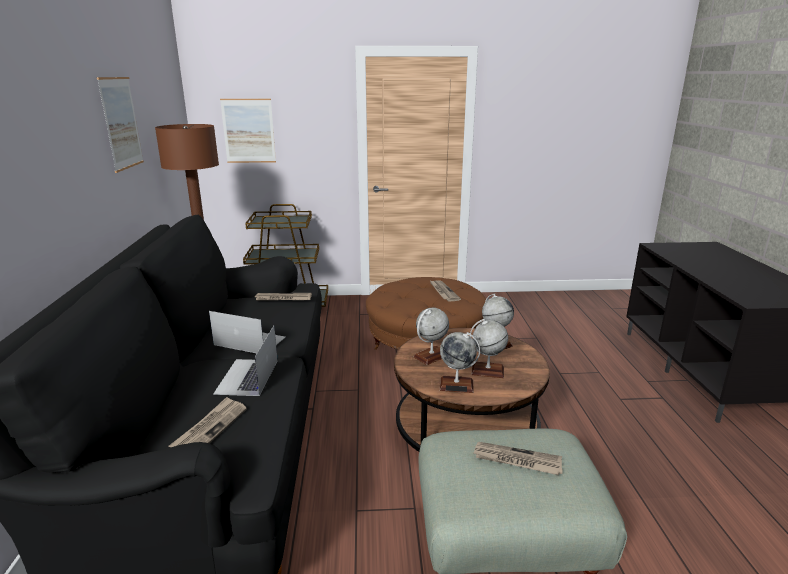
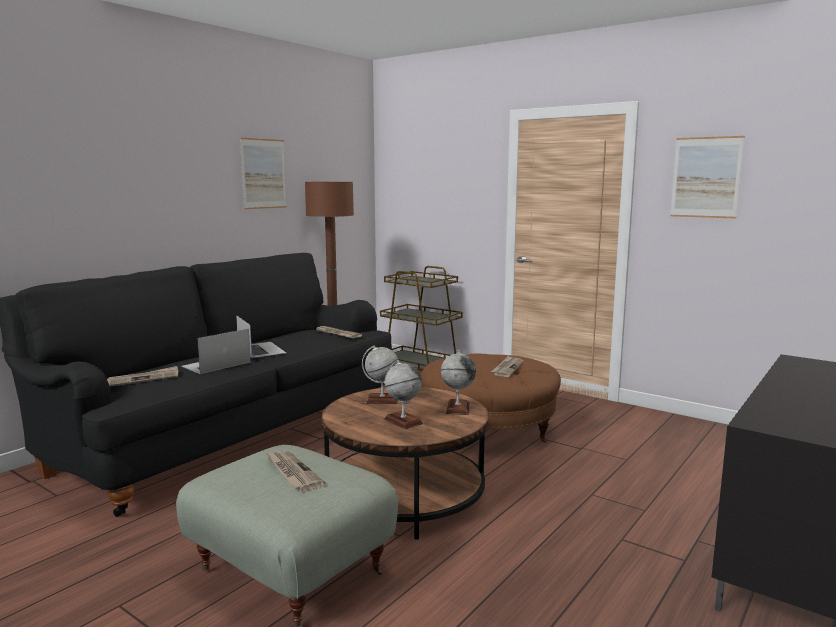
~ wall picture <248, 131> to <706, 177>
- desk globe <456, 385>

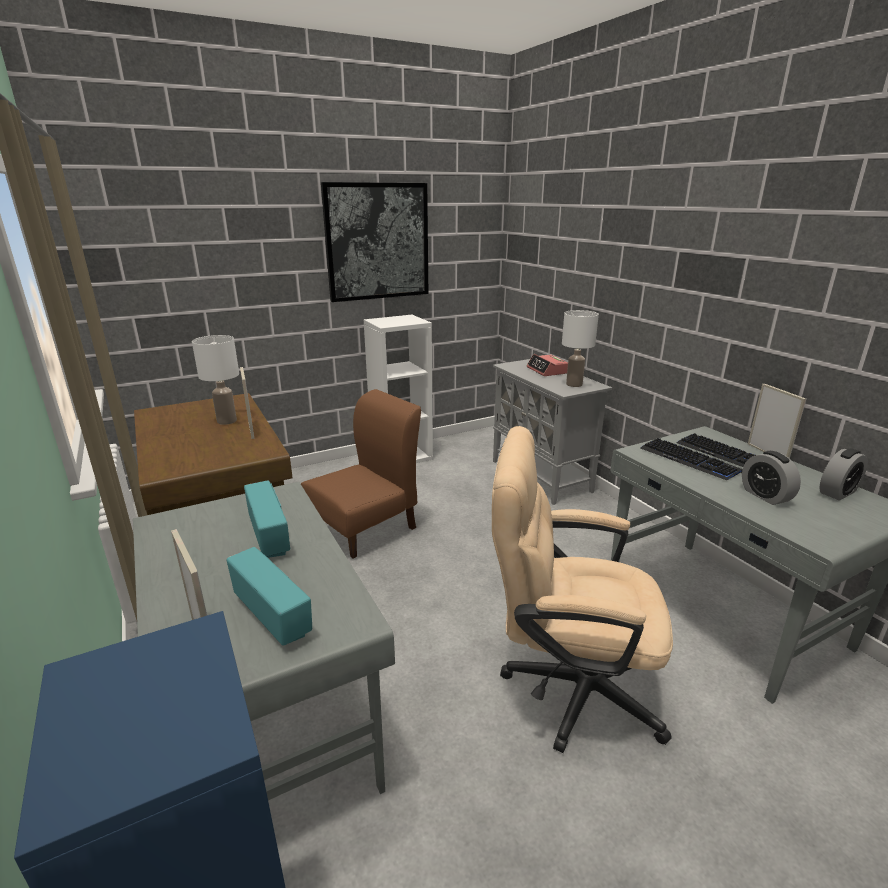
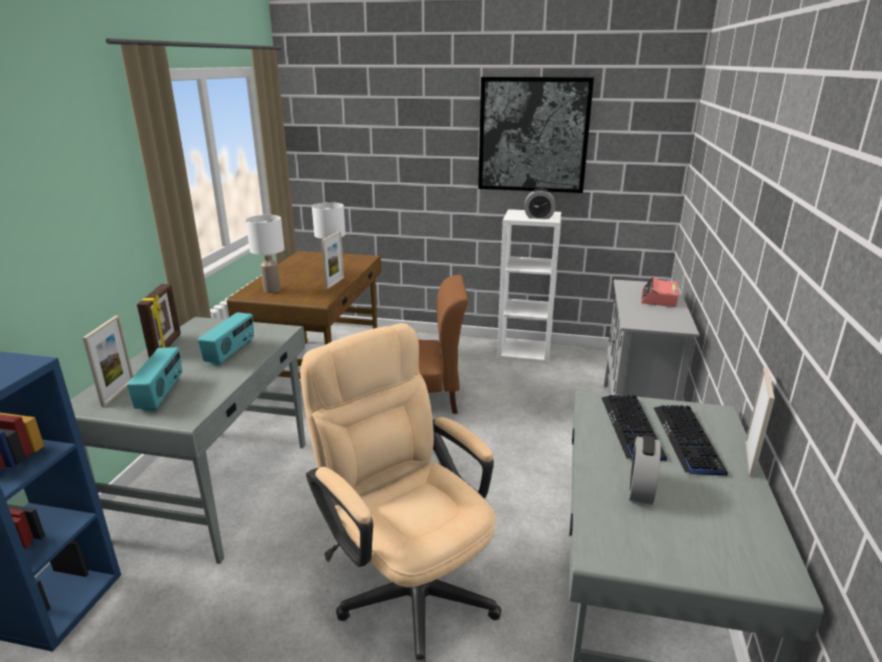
~ tabletop lamp (whitish) <574, 384> to <271, 290>
~ table clock <837, 492> to <539, 217>
+ photo frame <166, 346>

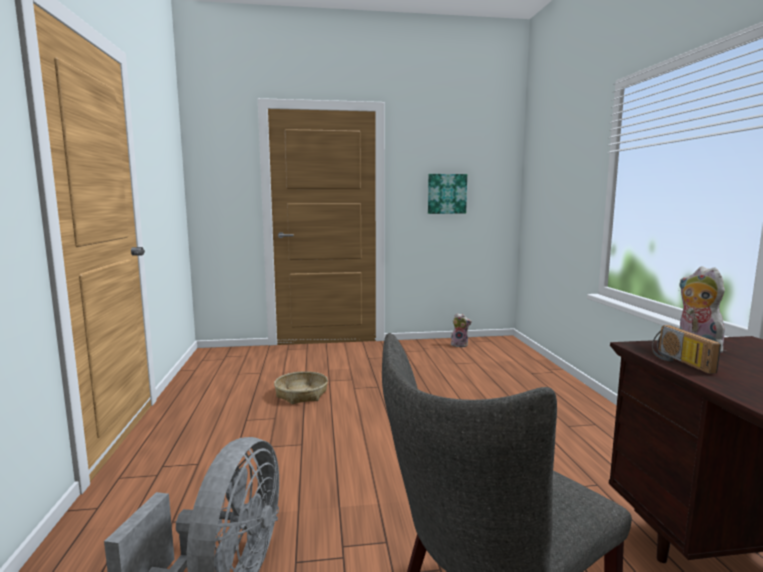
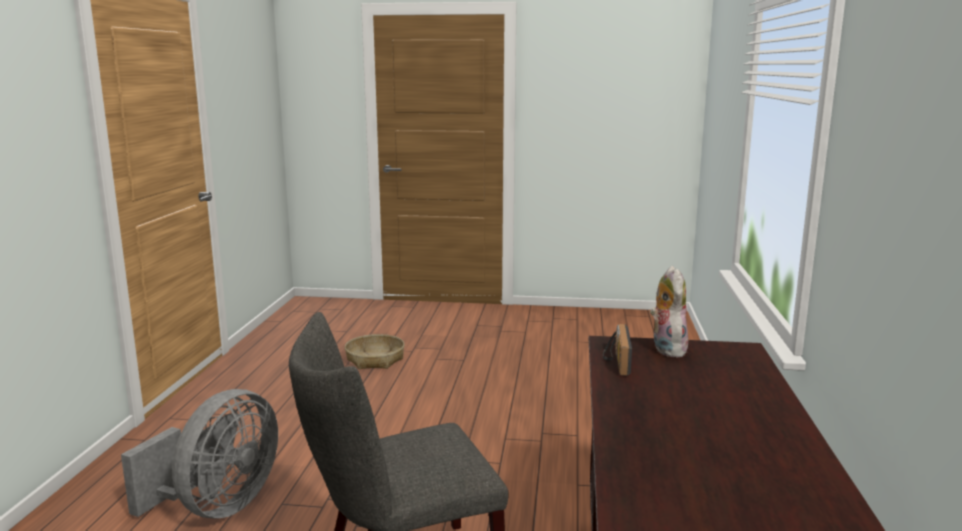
- wall picture <446, 194>
- cuddly toy <460, 345>

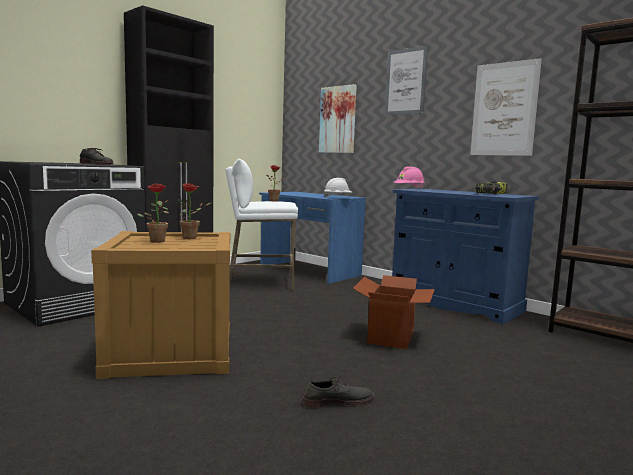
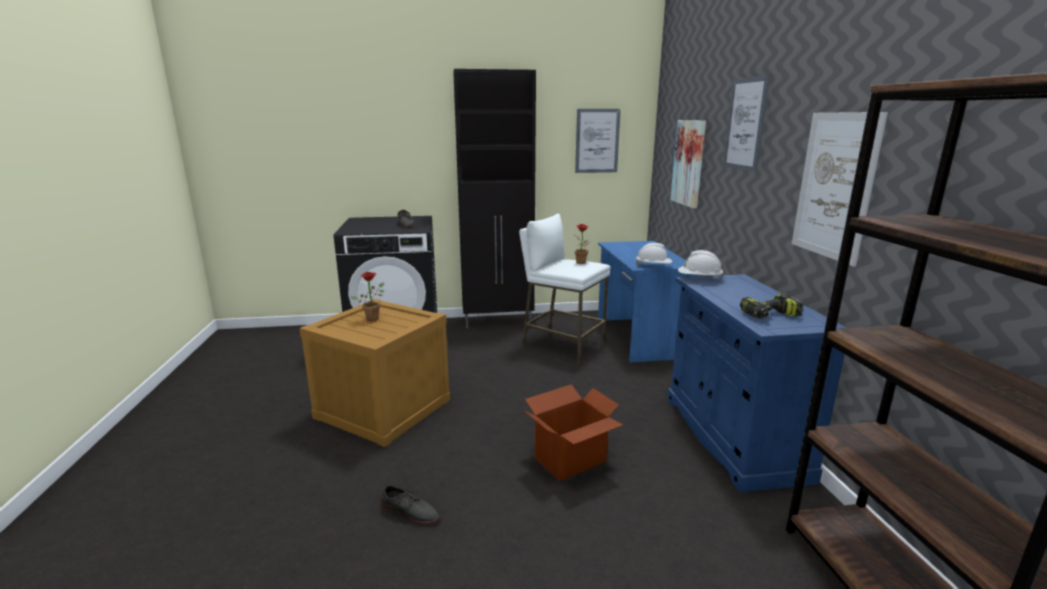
~ work helmet (pink-coloured) <409, 189> to work helmet (whitish) <699, 279>
- houseplant <193, 238>
+ wall picture <597, 141>

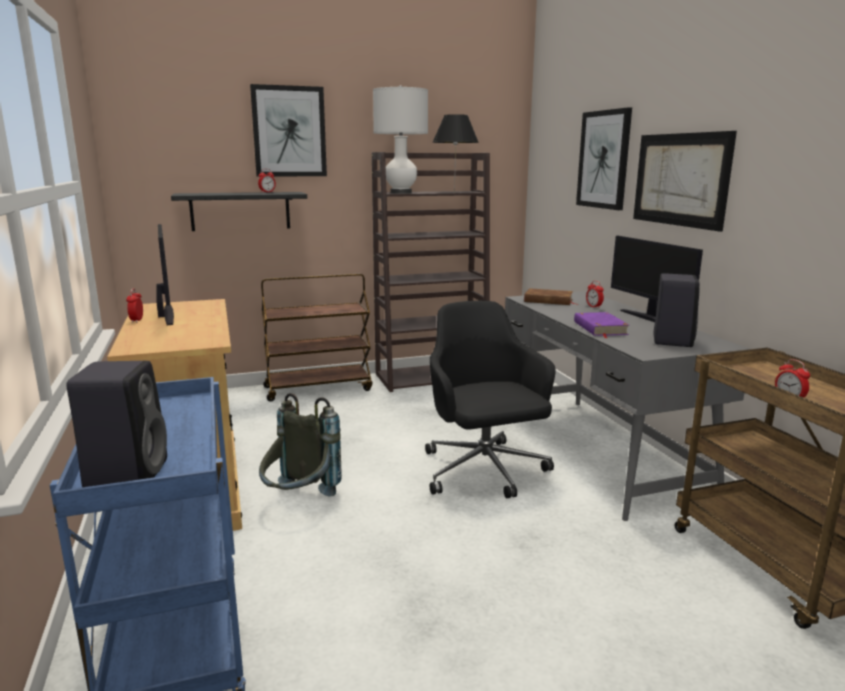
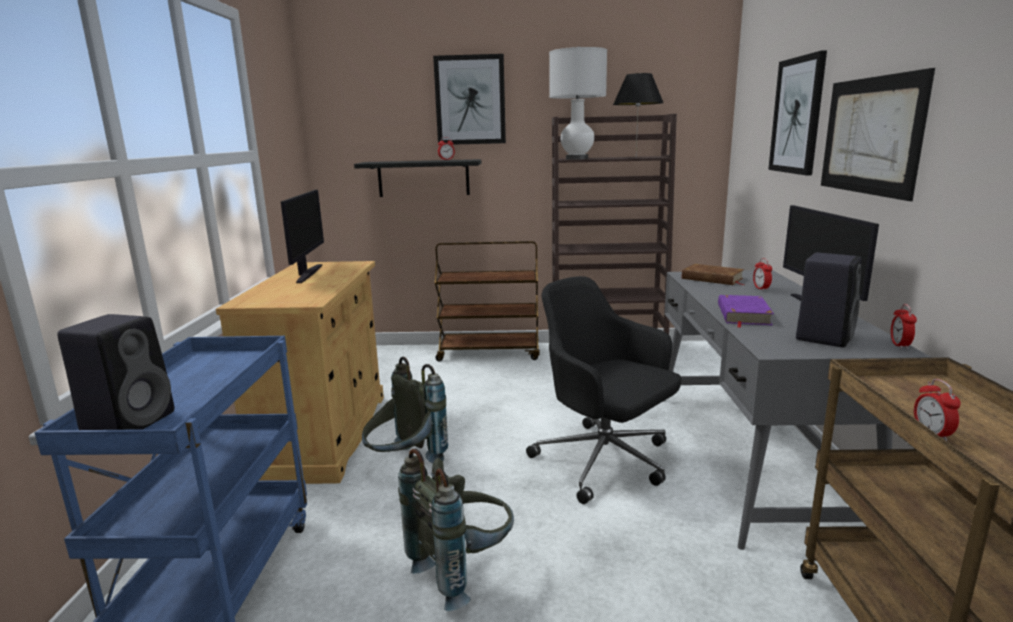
~ table clock <136, 320> to <899, 345>
~ computer chair (black) <484, 471> = <605, 461> 45 degrees counterclockwise
+ backpack (greyish) <463, 570>

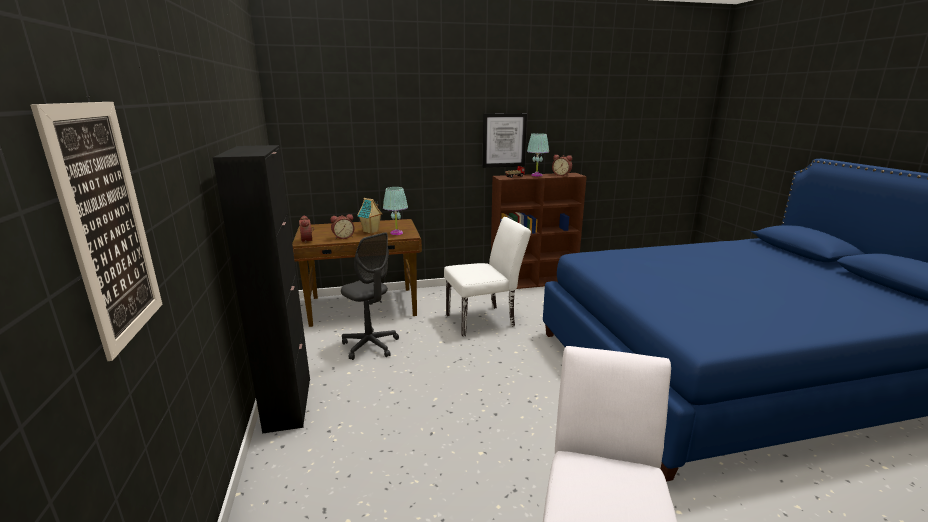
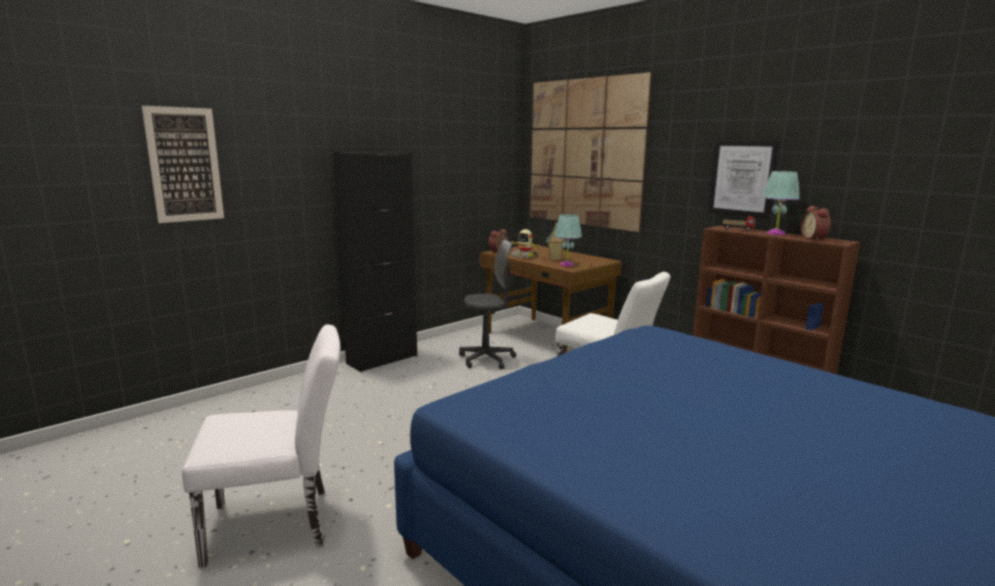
~ table clock <343, 237> to toy robot <524, 256>
~ computer chair (greyish) <370, 346> = <487, 359> 120 degrees counterclockwise
+ wall picture <584, 153>

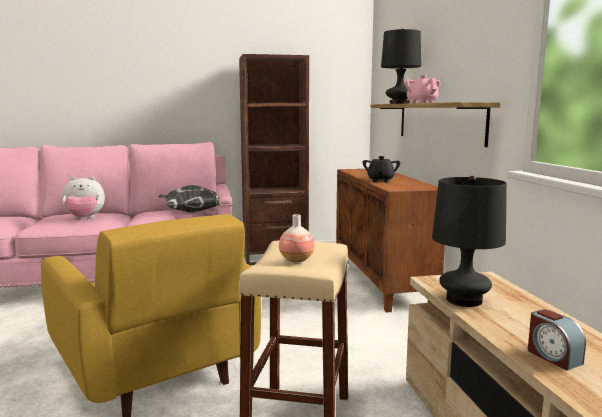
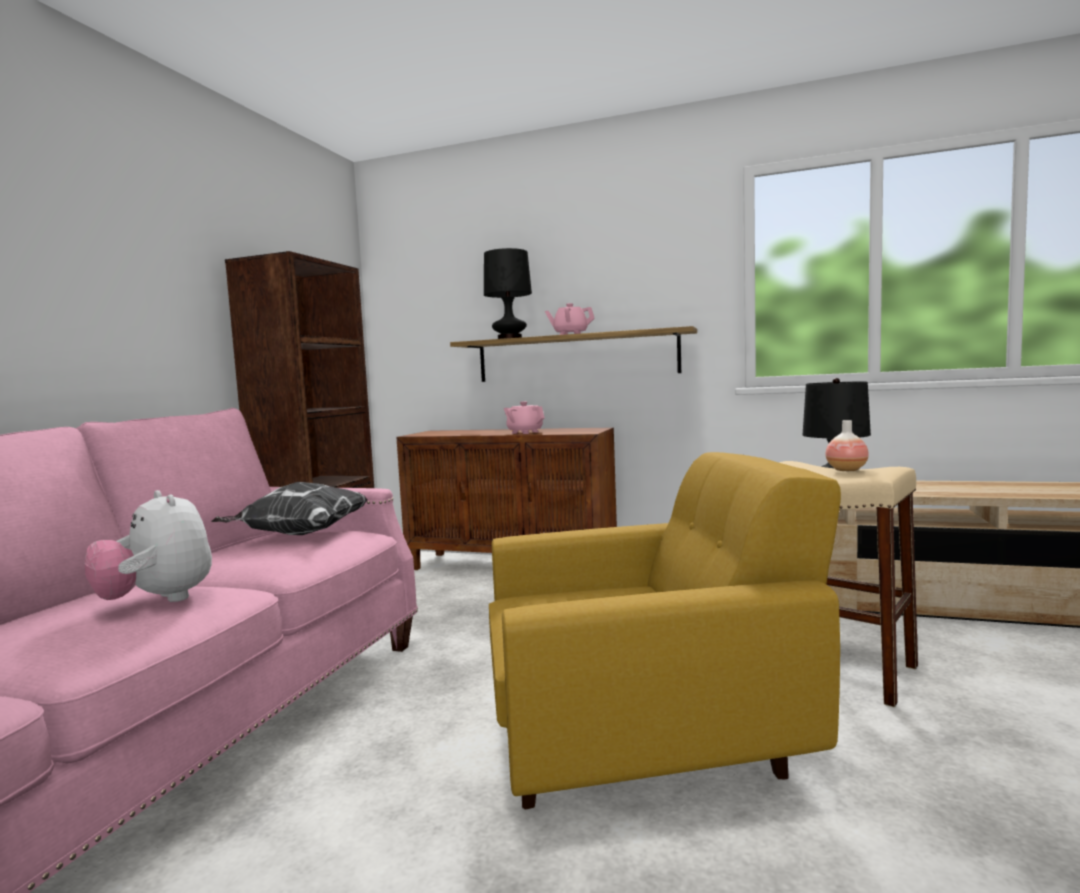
~ tea pot (black) <380, 181> to tea pot (pink-coloured) <524, 432>
~ cuddly toy <84, 219> = <157, 601> 120 degrees clockwise
- table clock <553, 357>

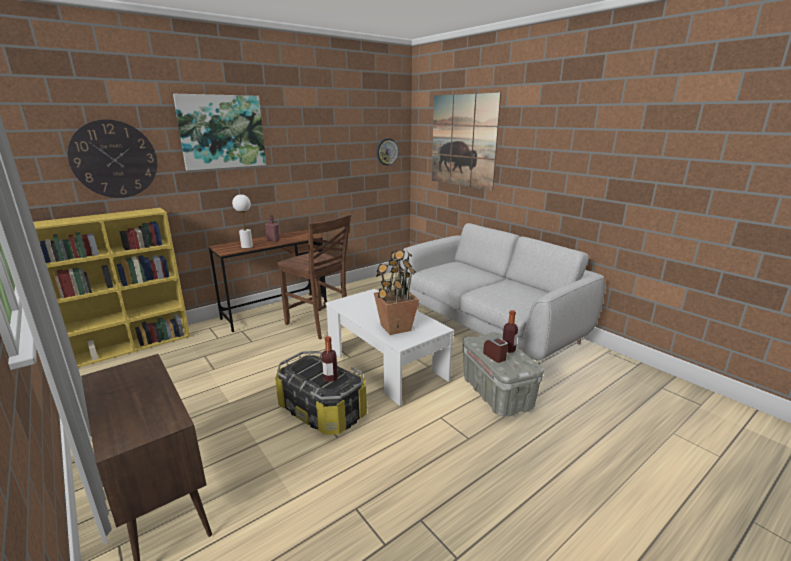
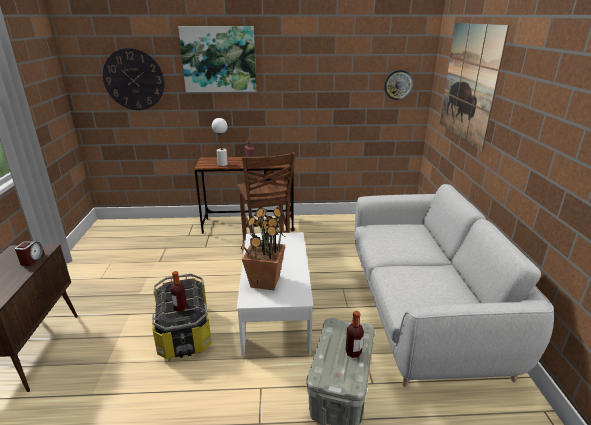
- bookshelf (yellow) <133, 346>
~ table clock <495, 356> to <32, 259>

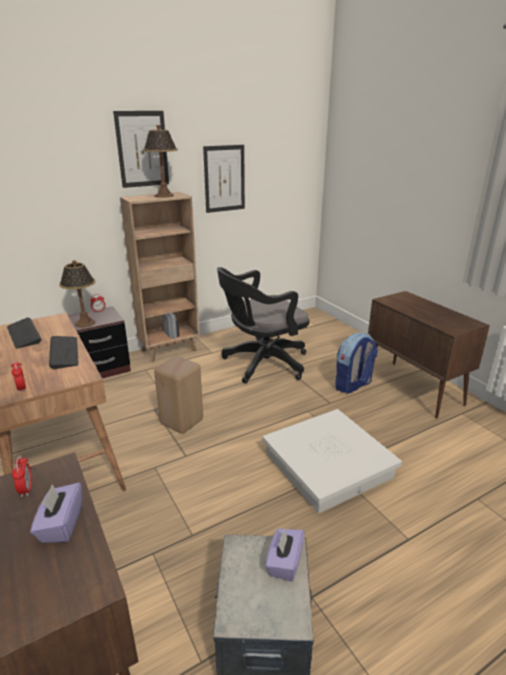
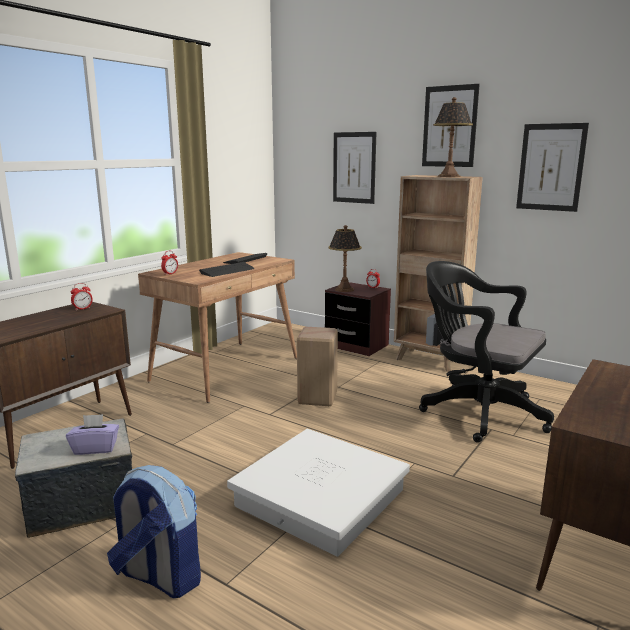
~ backpack <353, 385> to <159, 576>
- tissue box (purple-coloured) <61, 525>
+ wall picture <354, 167>

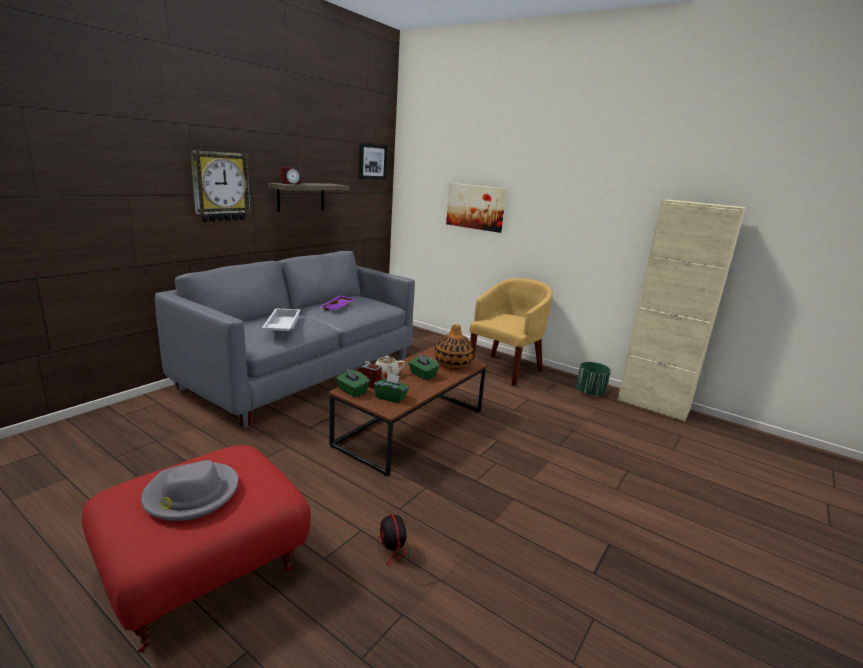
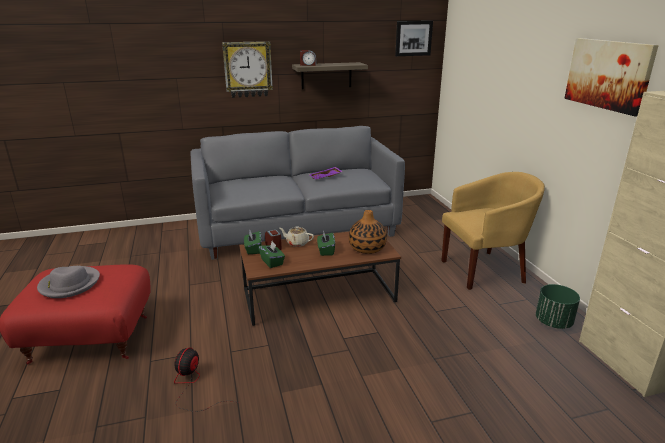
~ wall picture <476, 207> to <608, 74>
- carrying tray (whitish) <281, 325>

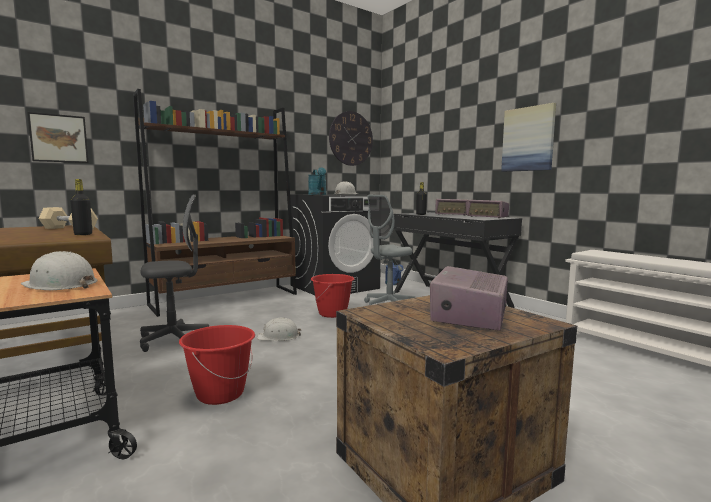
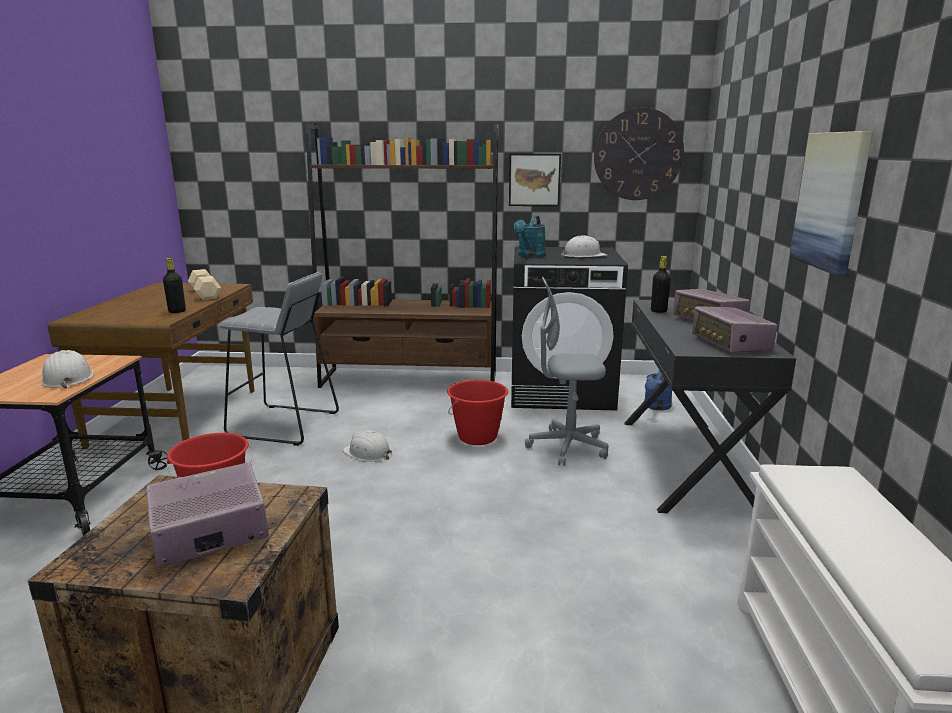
~ wall picture <59, 138> to <534, 180>
~ computer chair (greyish) <175, 340> to stool seat (greyish) <284, 425>

